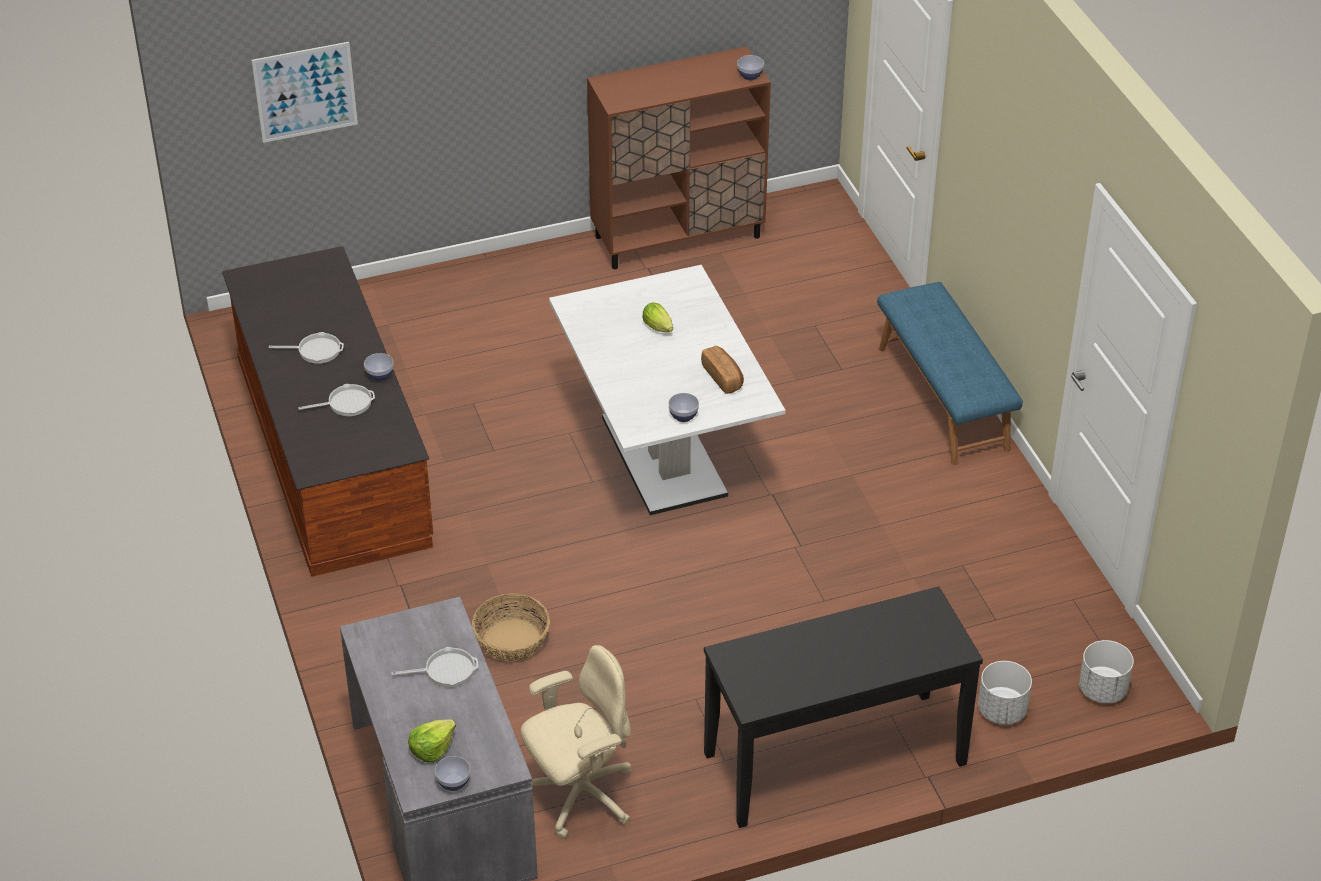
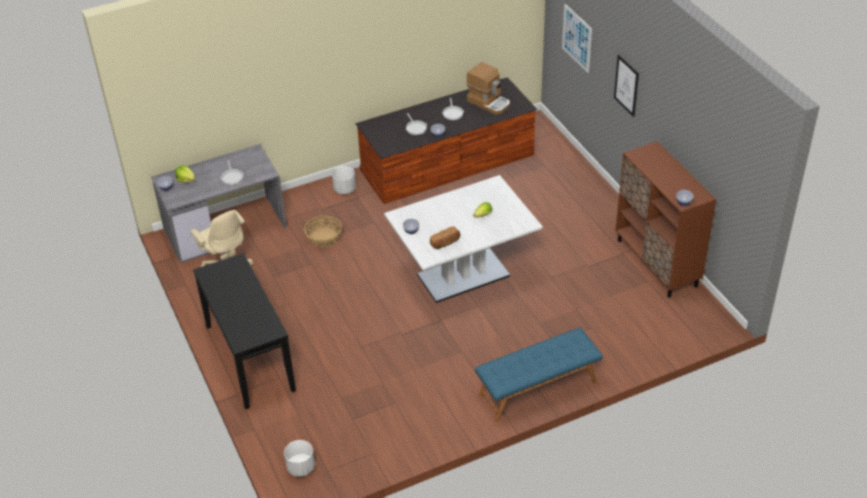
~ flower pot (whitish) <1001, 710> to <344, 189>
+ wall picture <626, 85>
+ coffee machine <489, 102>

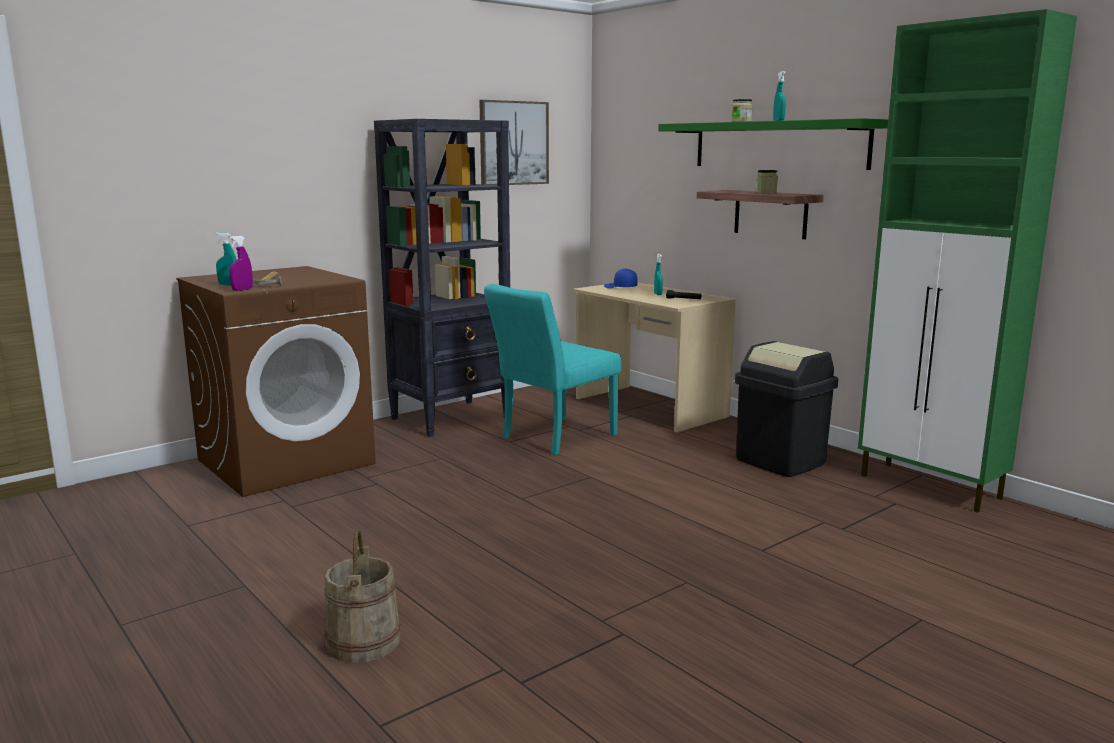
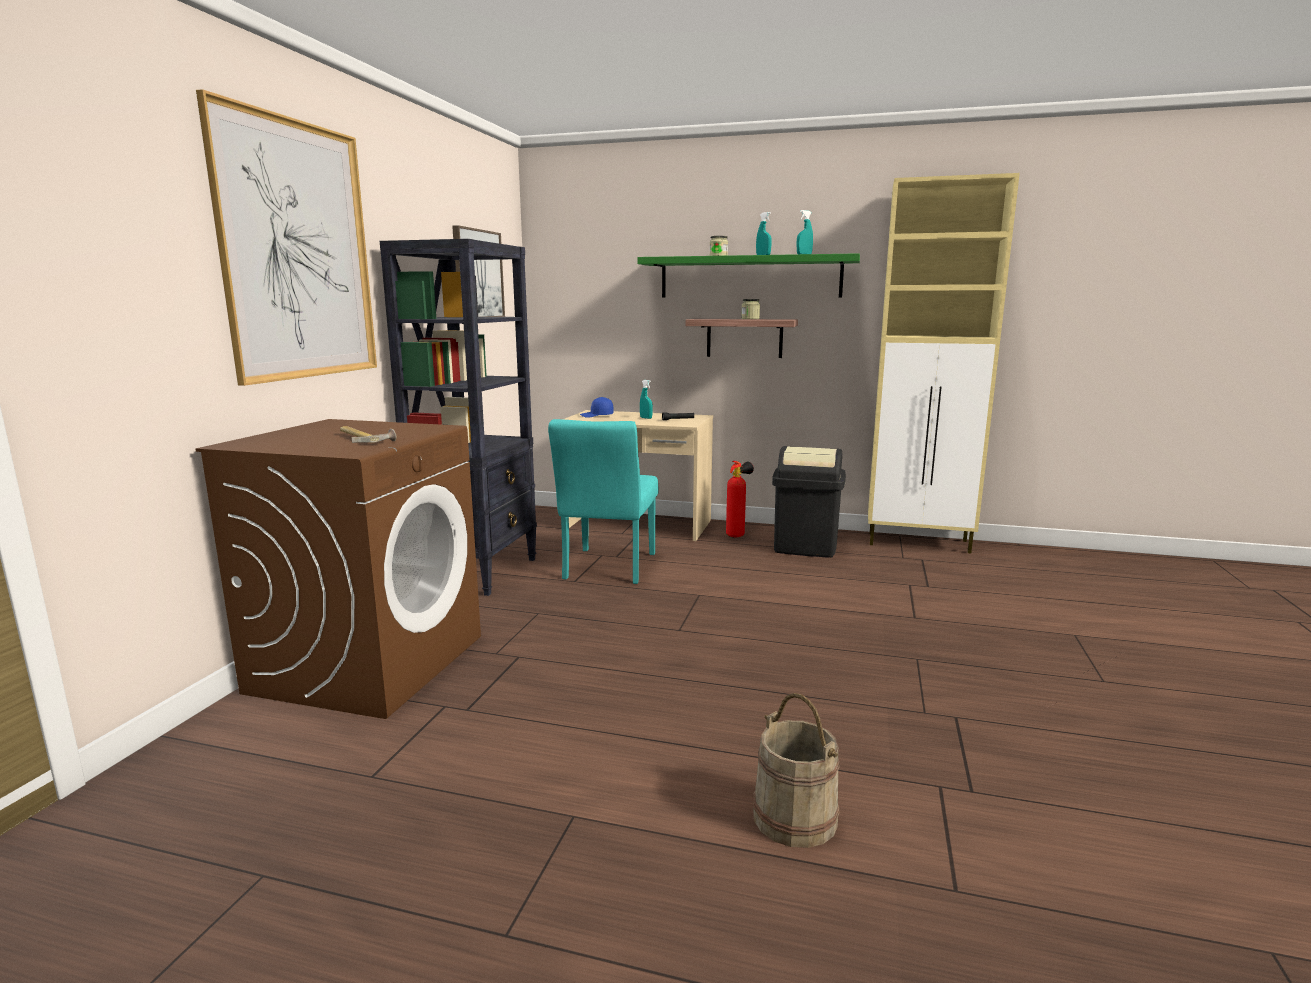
~ cabinet (green-coloured) <931, 487> to cabinet (beige) <919, 543>
~ sprayer (turquoise) <228, 285> to <804, 254>
- sprayer (purple-coloured) <242, 290>
+ wall picture <298, 251>
+ fire extinguisher <737, 535>

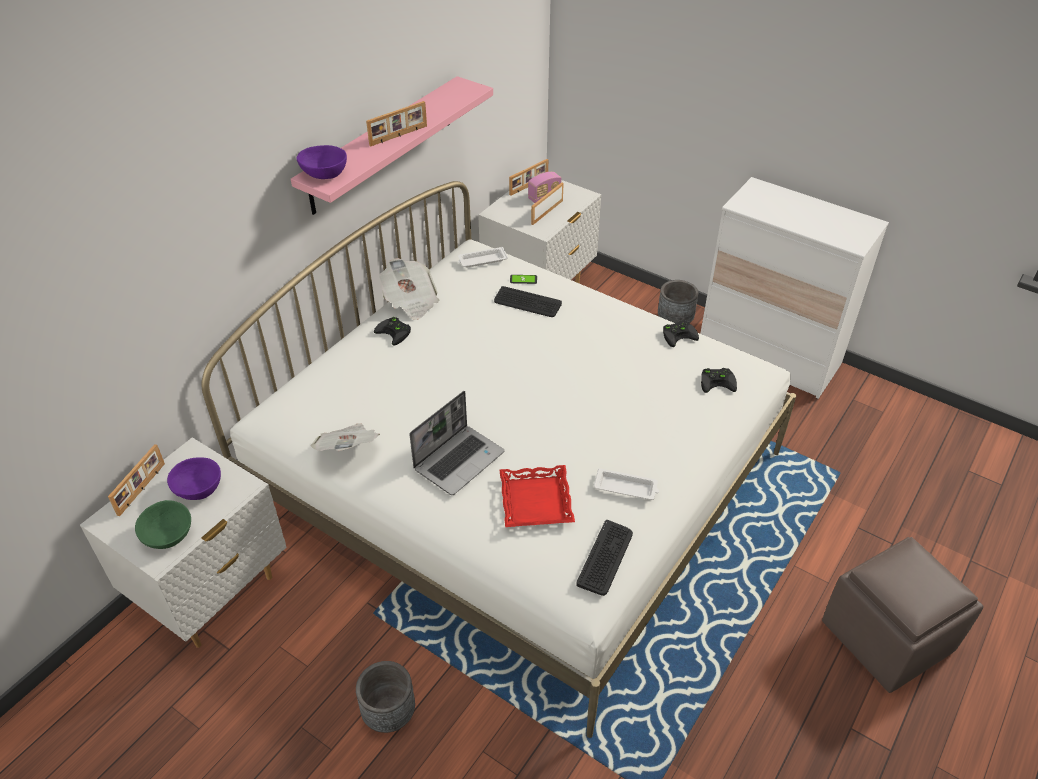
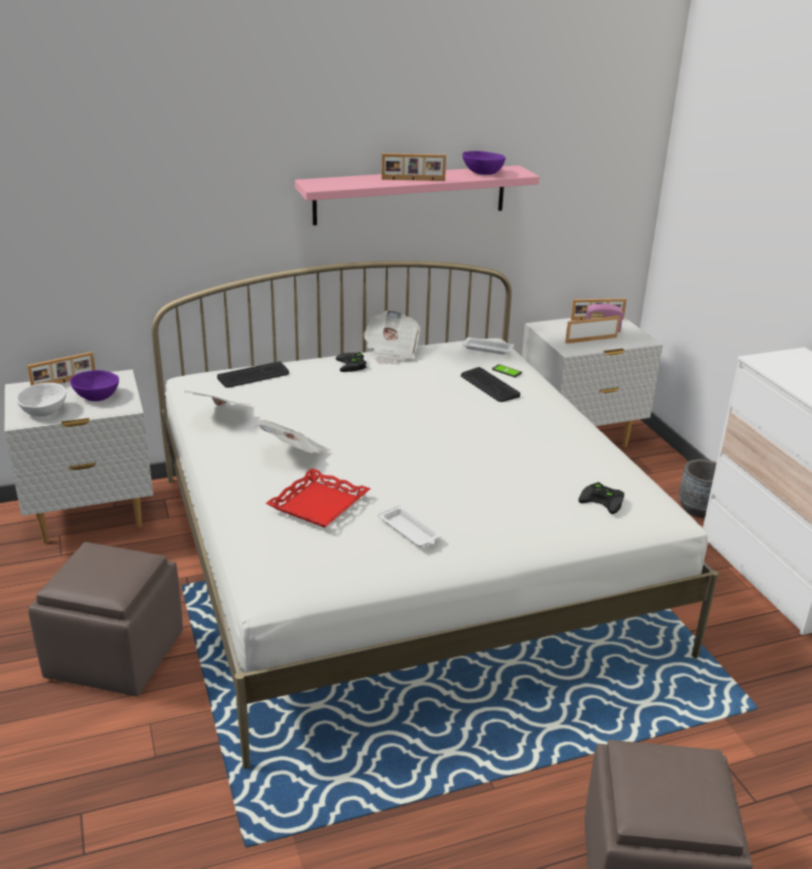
~ bowl (purple-coloured) <324, 174> to <482, 173>
- joypad (black) <679, 334>
~ laptop <459, 460> to printed paper <294, 454>
~ bowl (green-coloured) <167, 535> to bowl (whitish) <44, 411>
~ PC keyboard <605, 558> to <253, 376>
~ flower pot (greyish) <389, 714> to footrest (brown-coloured) <114, 656>

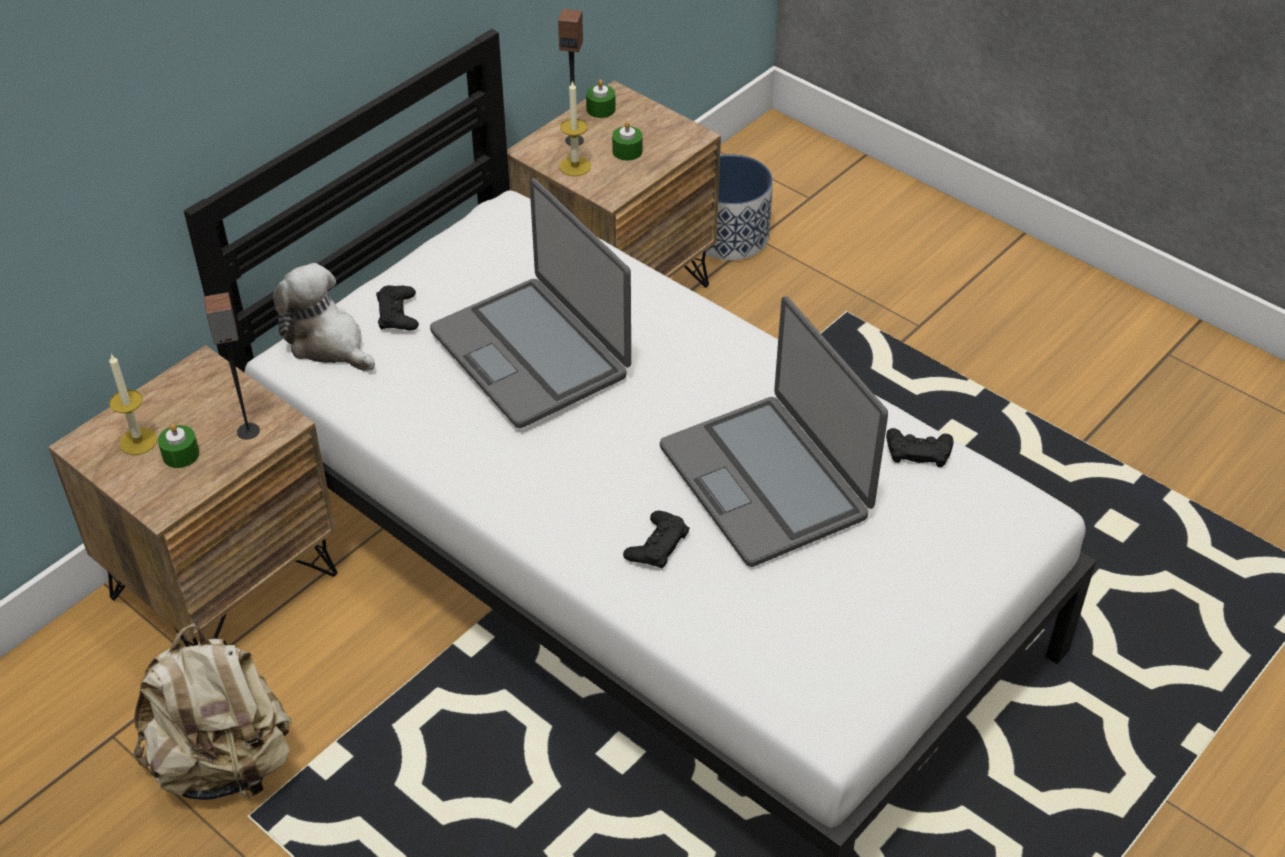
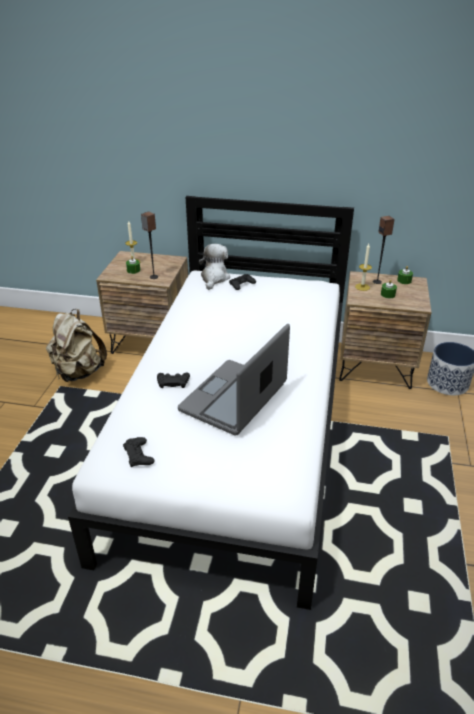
- laptop <531, 353>
~ joypad (black) <918, 451> to <138, 455>

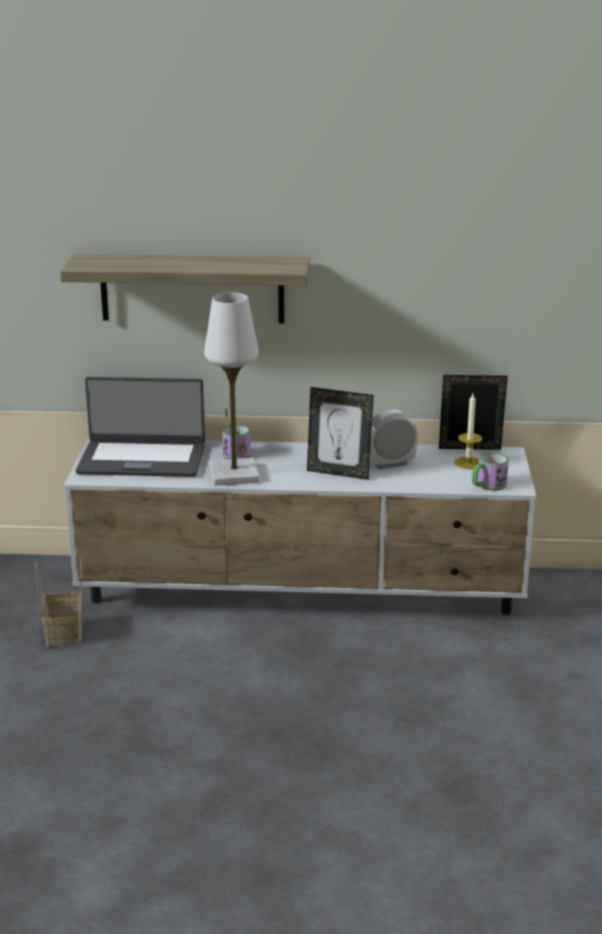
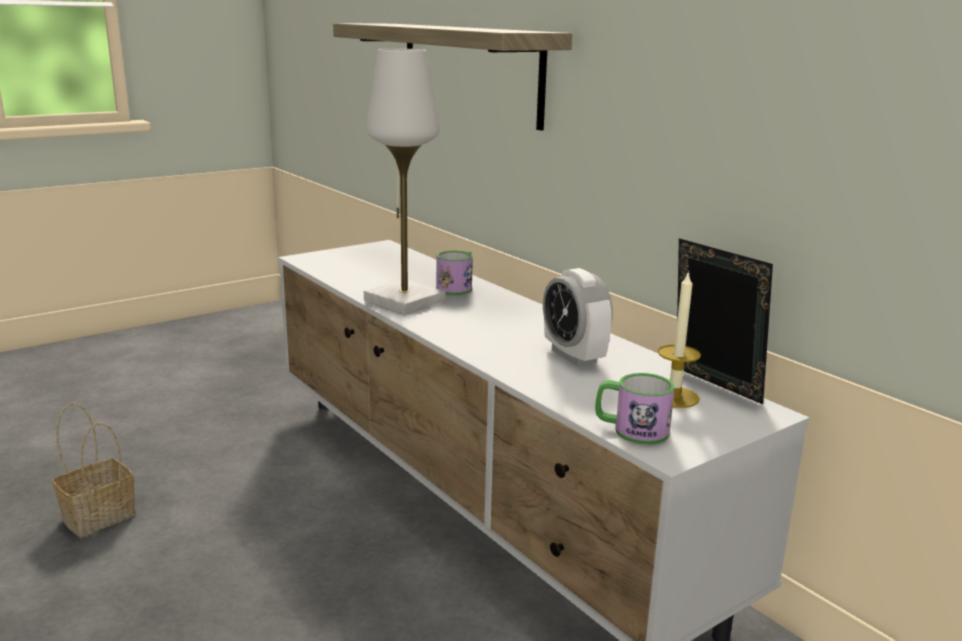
- laptop <142, 459>
- photo frame <339, 473>
~ table clock <390, 464> = <574, 356> 150 degrees counterclockwise
~ household basket <65, 635> to <97, 518>

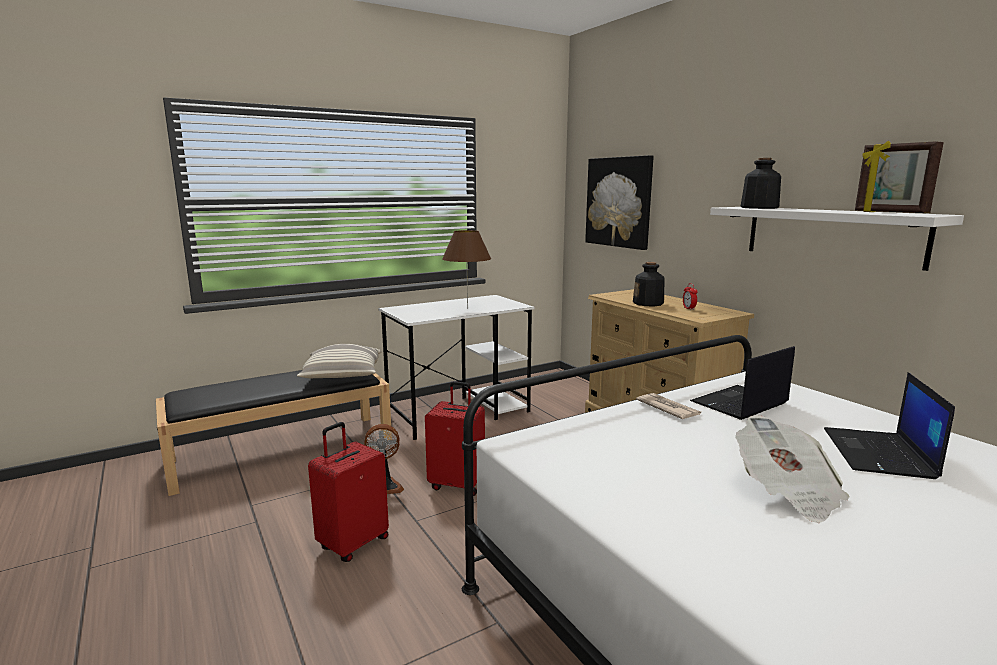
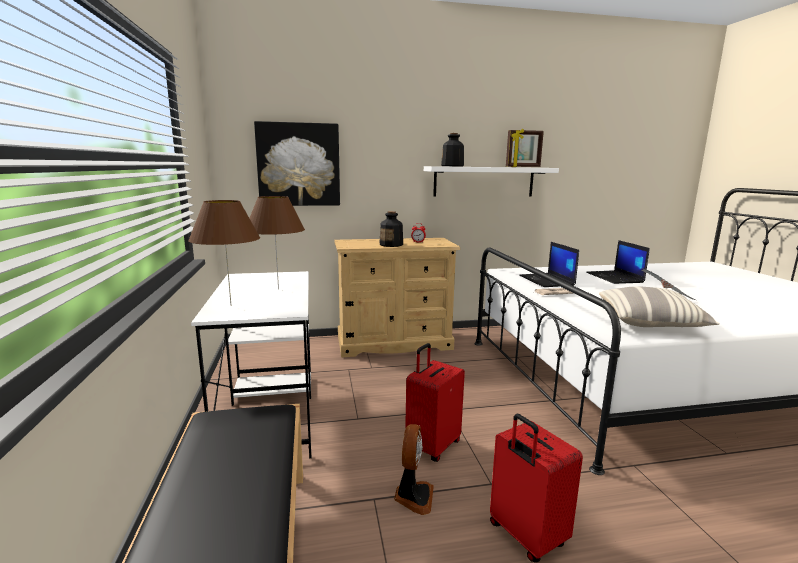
~ cushion <343, 376> to <651, 322>
~ laptop <879, 454> = <615, 278> 45 degrees clockwise
+ tabletop lamp (brown-coloured) <231, 305>

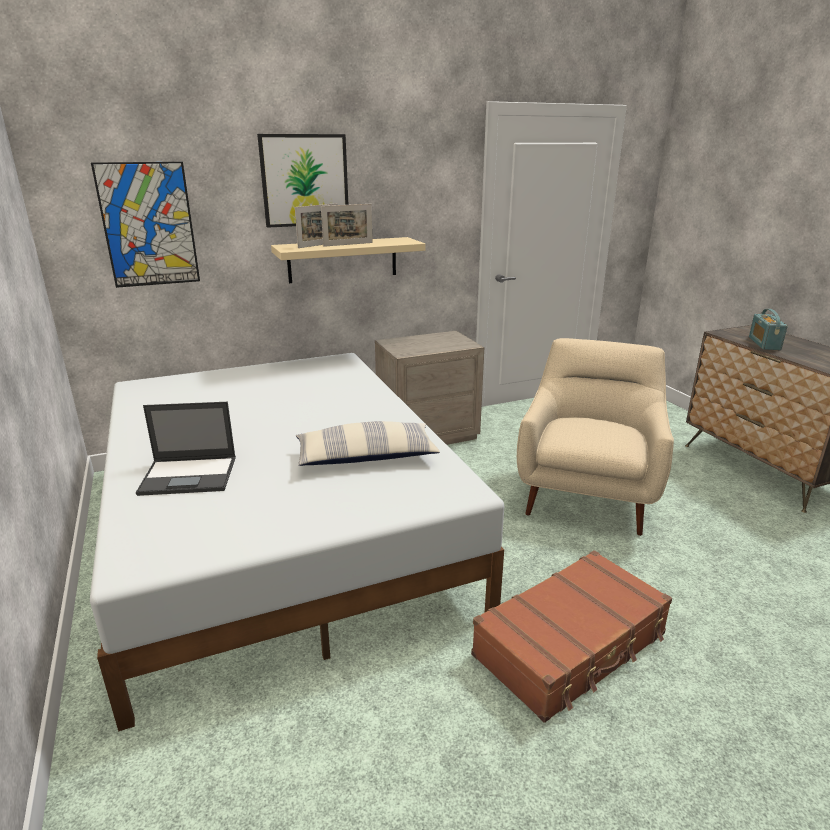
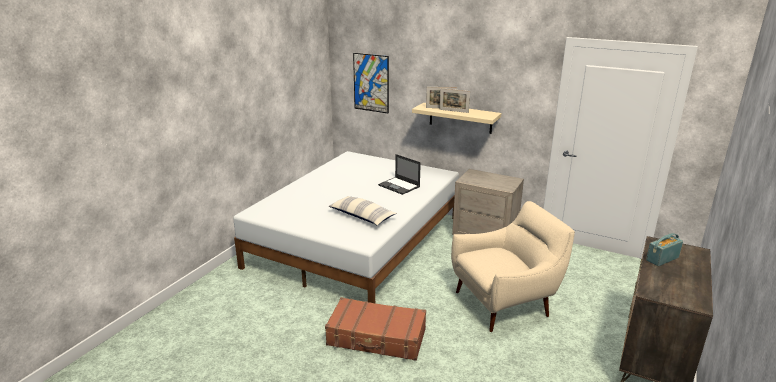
- wall picture <304, 180>
~ laptop <190, 476> to <399, 186>

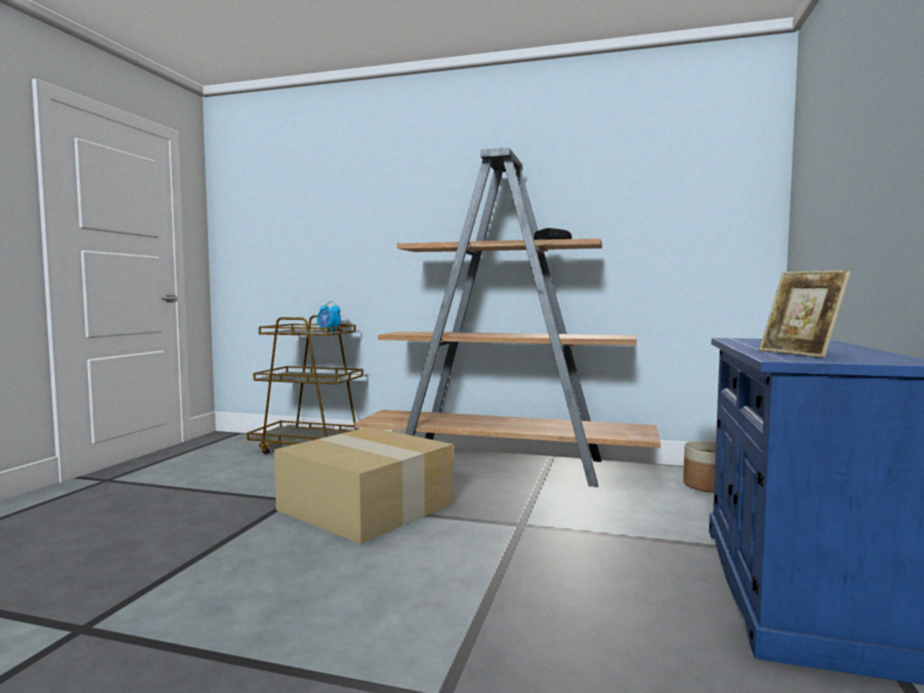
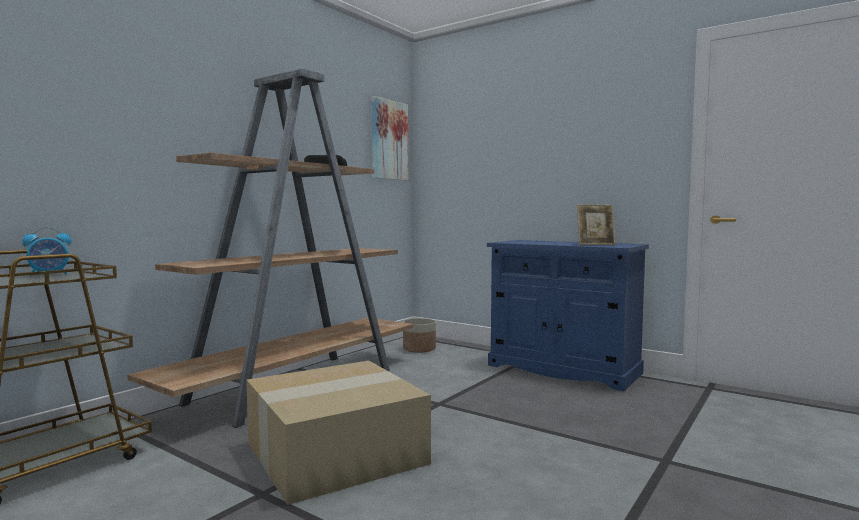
+ wall picture <388, 140>

